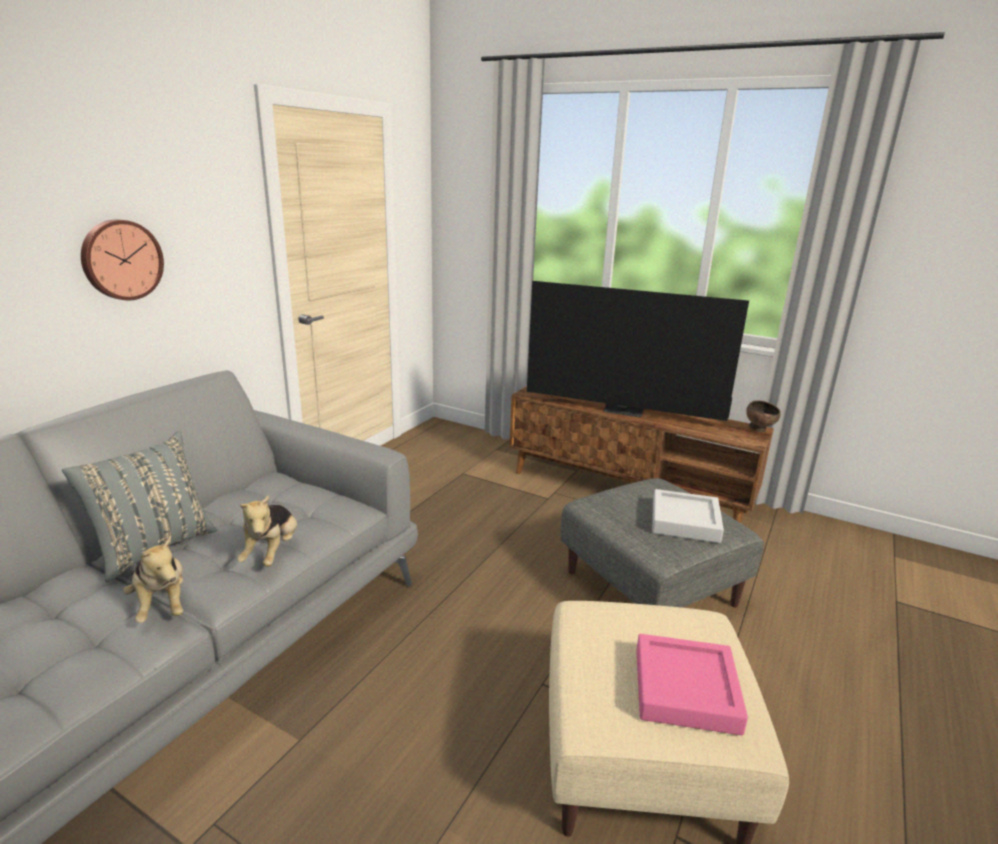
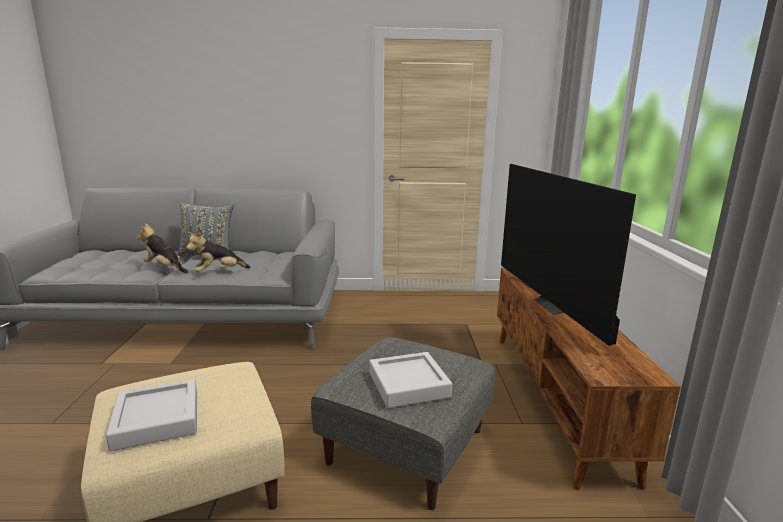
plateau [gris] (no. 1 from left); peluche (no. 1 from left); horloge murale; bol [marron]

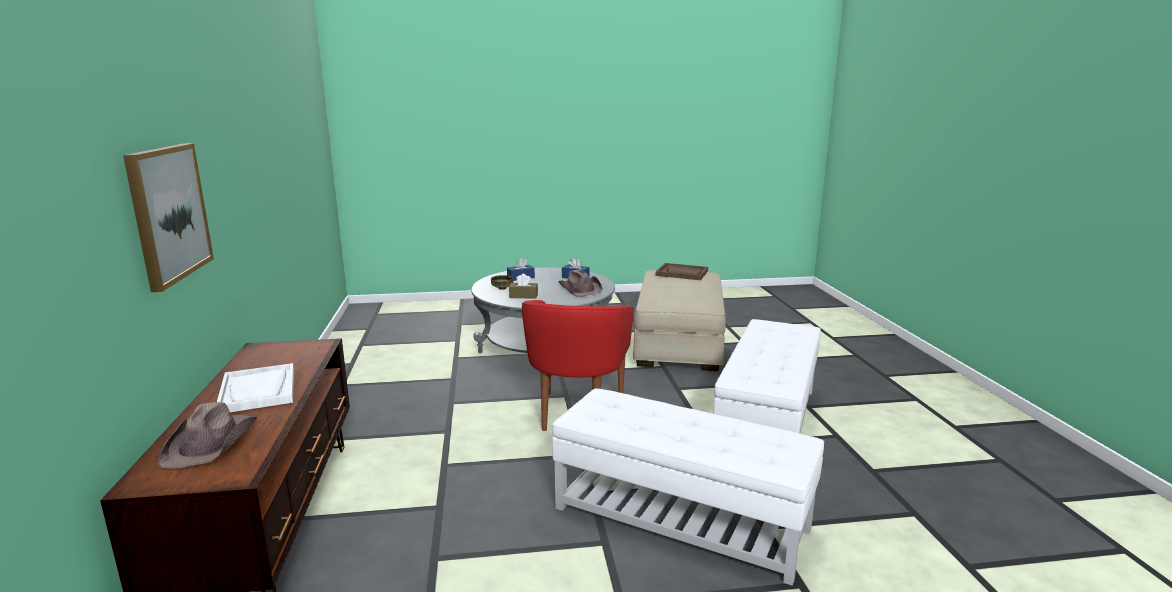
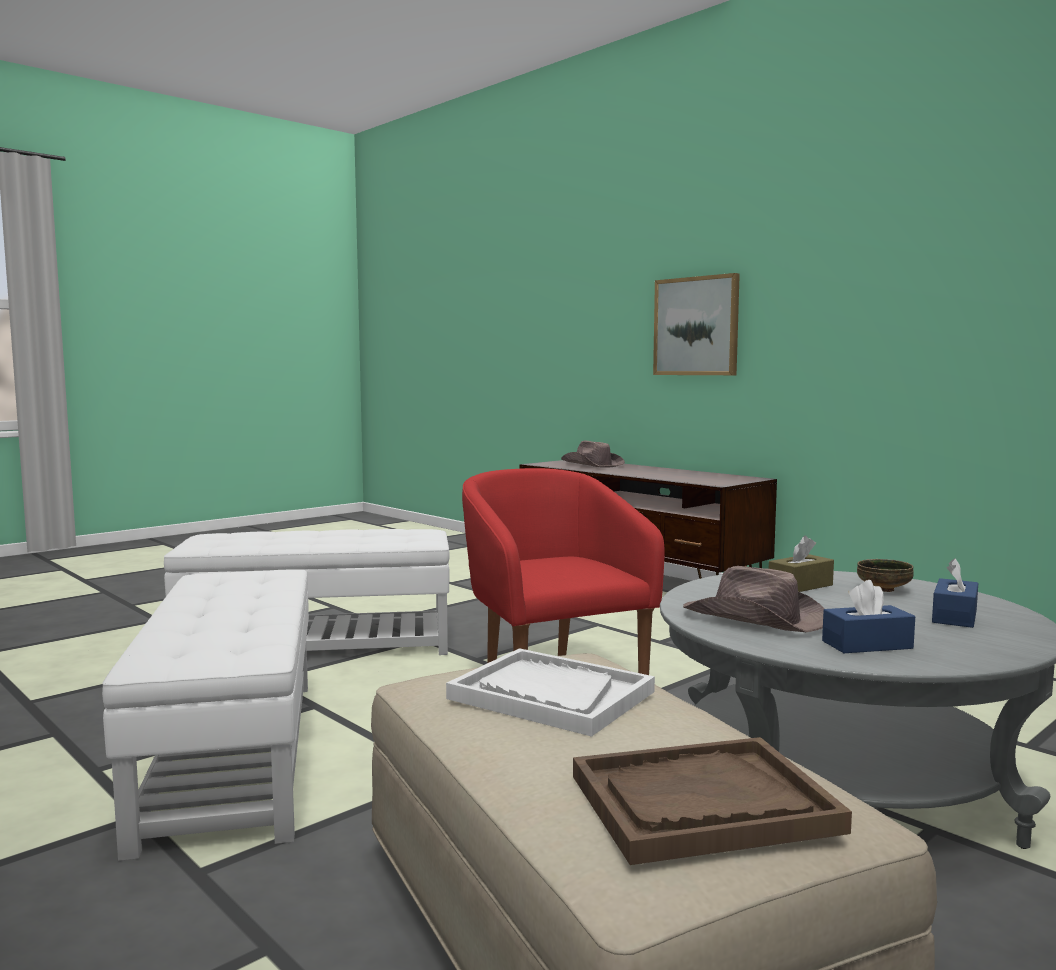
plateau [blanc]

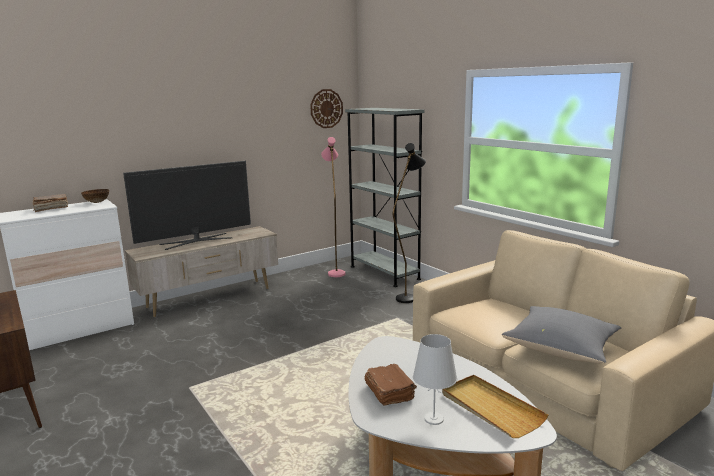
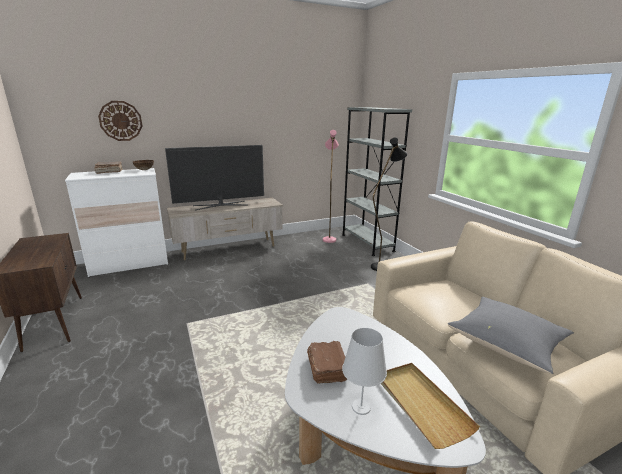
horloge murale

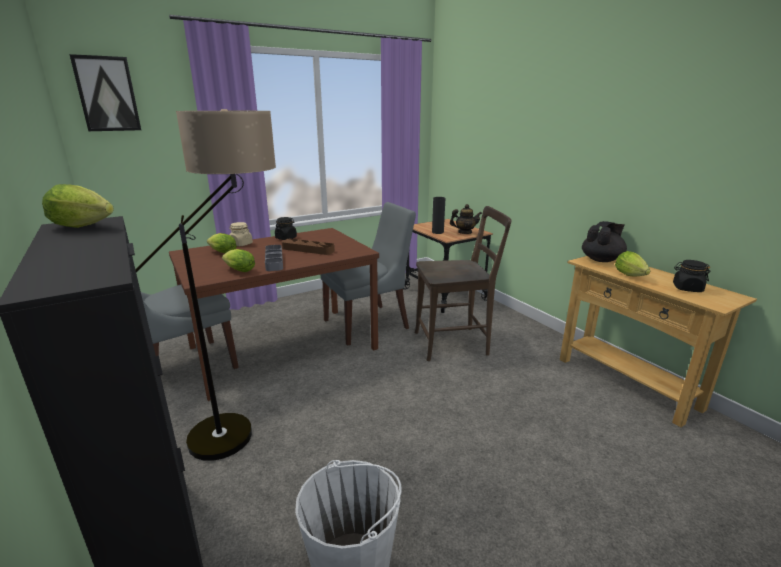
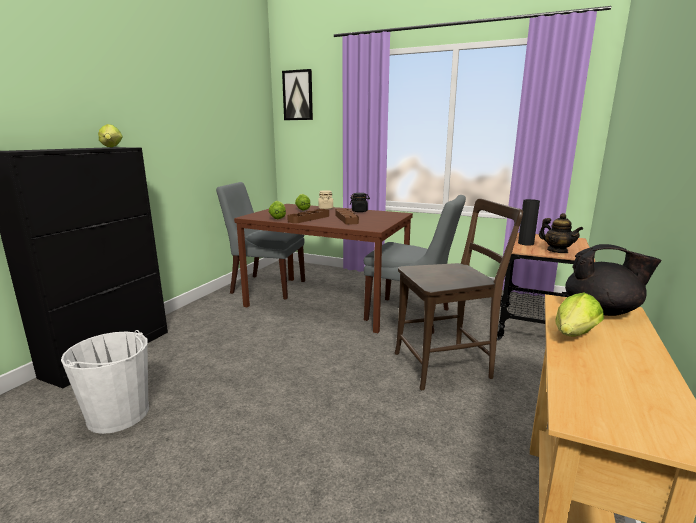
plateau [marron] (no. 1 from left); chaise [marron]; lampadaire; bocal [noir] (no. 2 from left in the first image)

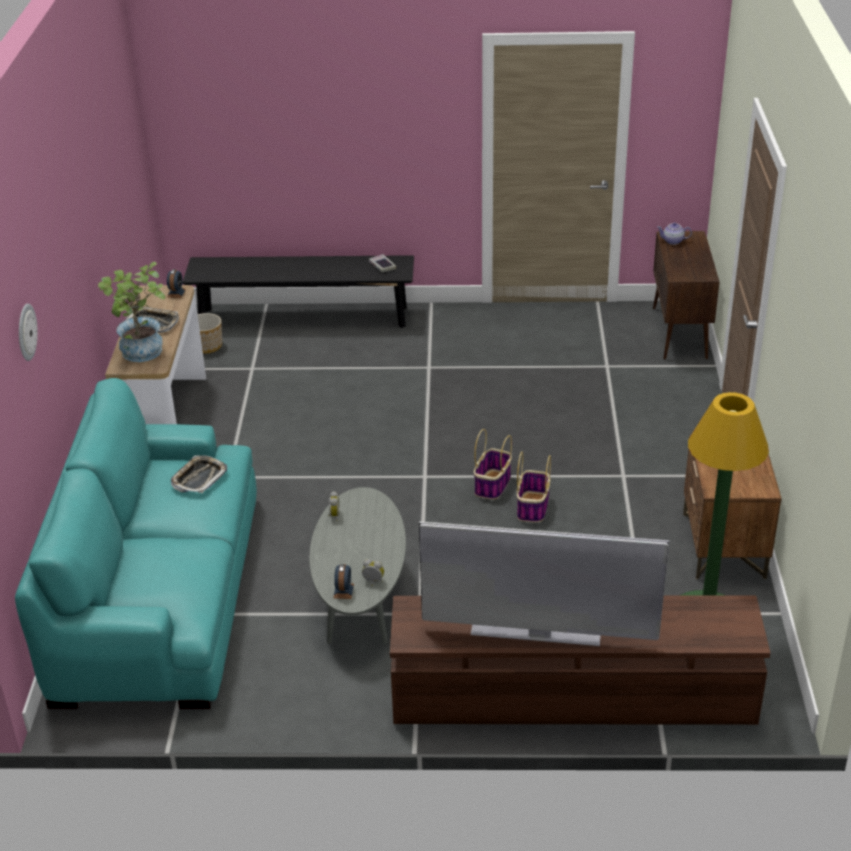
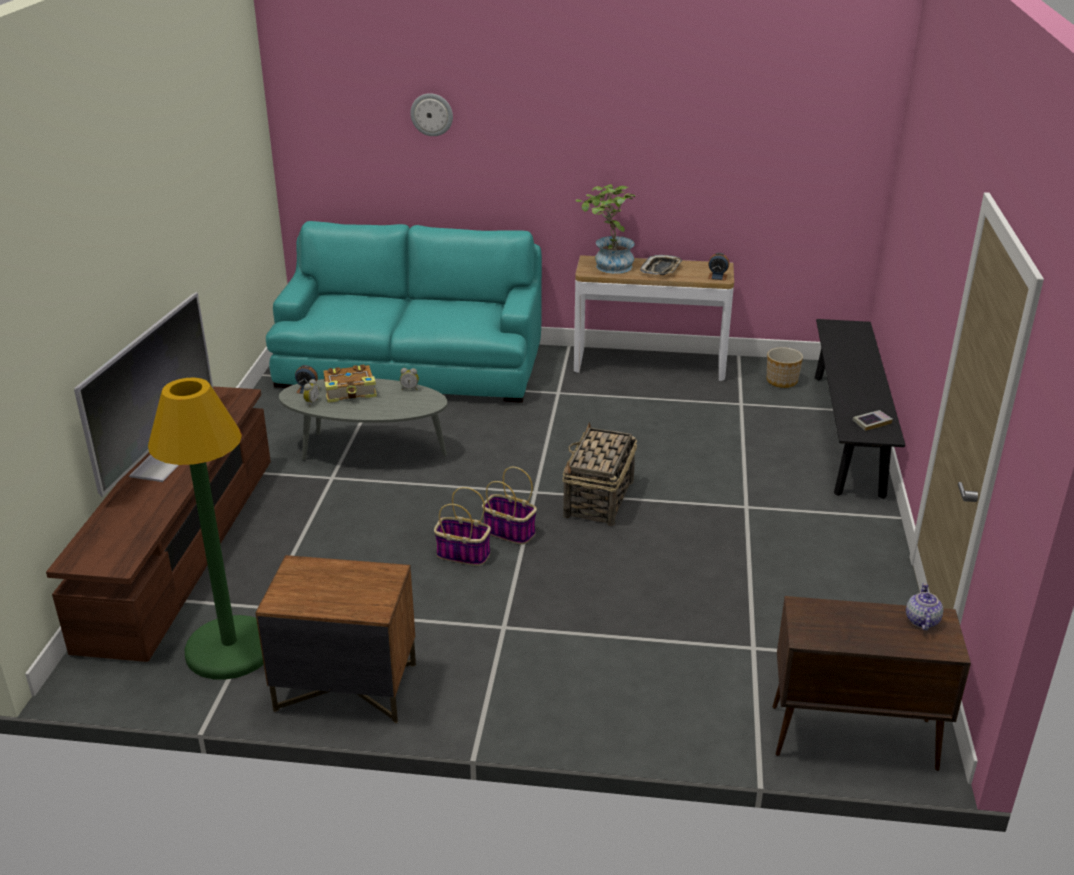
livre (no. 1 from left); panier (no. 3 from left); plateau (no. 2 from left in the first image)

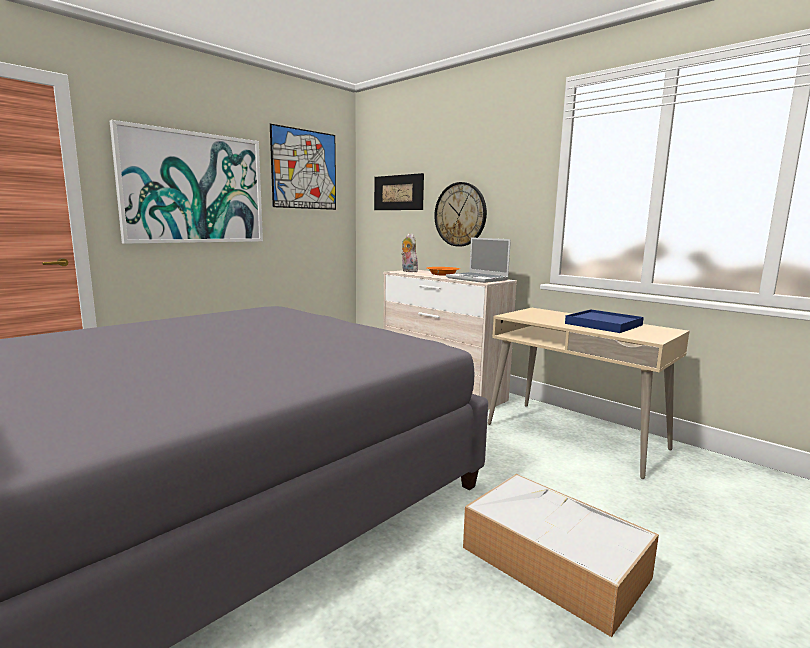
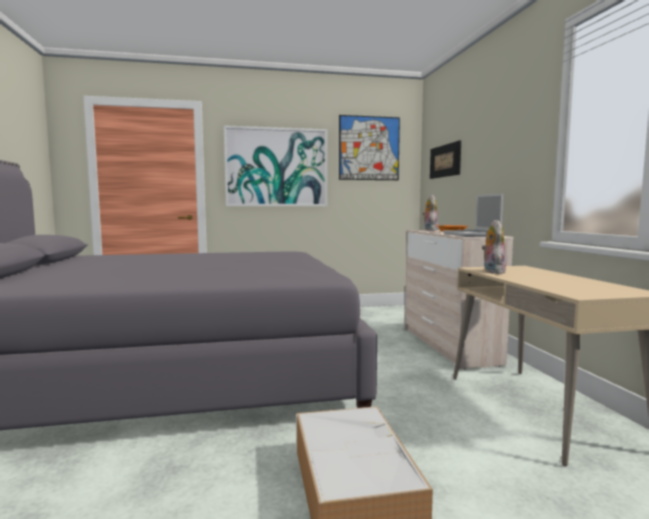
peluche (no. 2 from left); horloge murale; plateau [bleu]

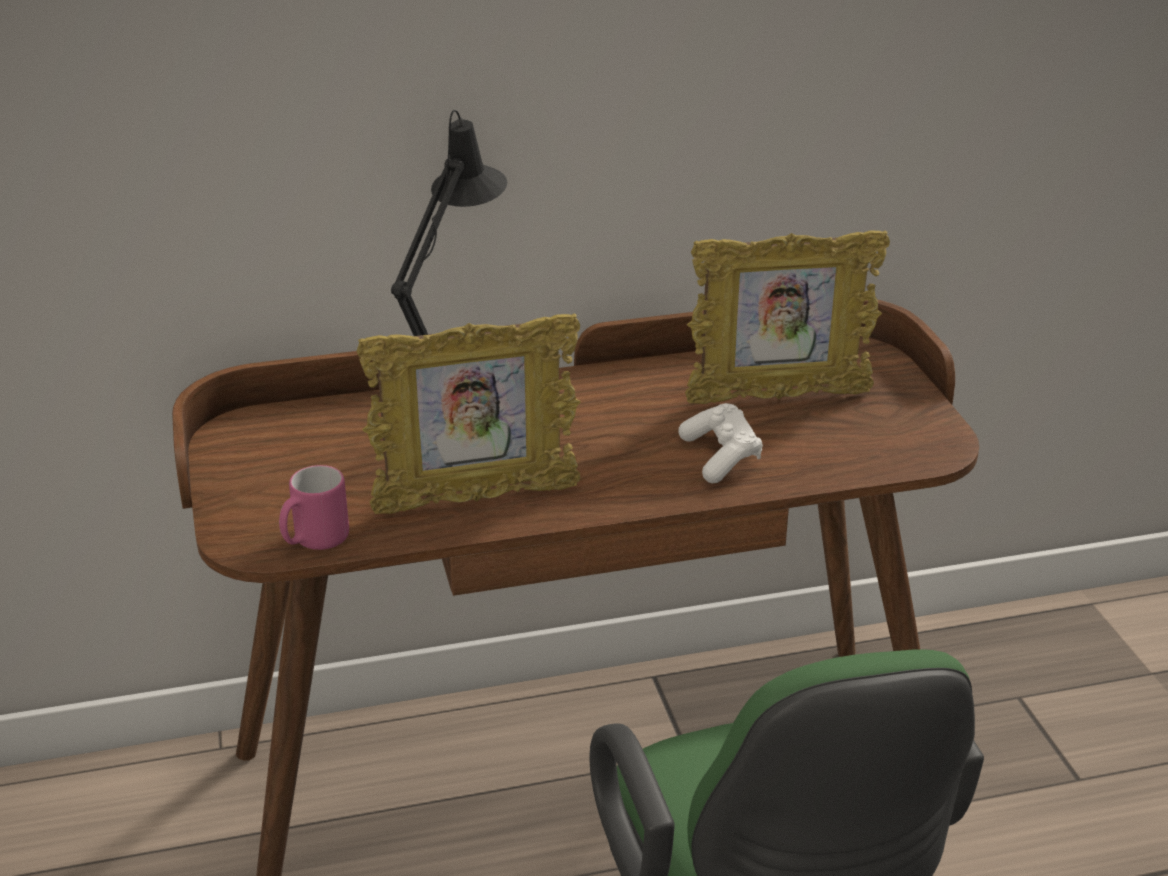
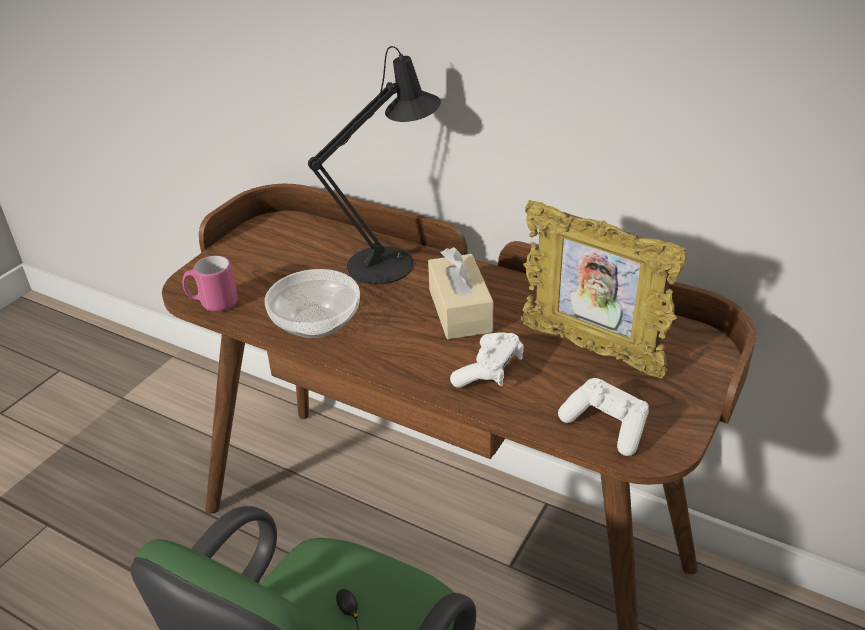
bol; boîte à mouchoirs [beige]; manette [blanc] (no. 2 from left)

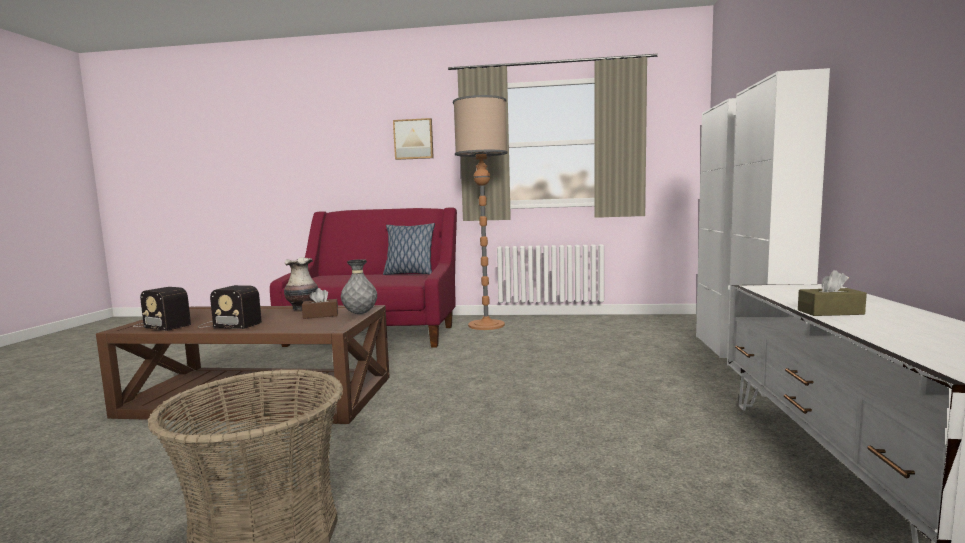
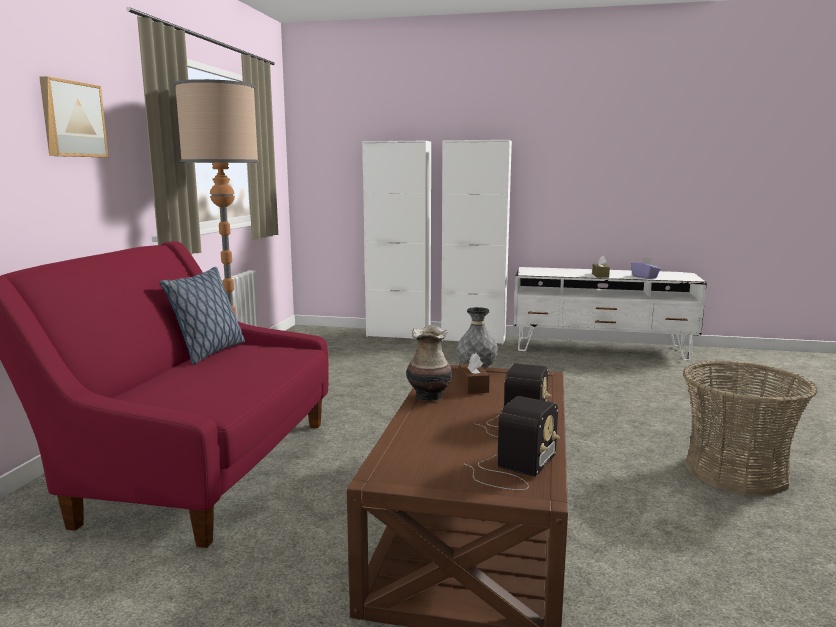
boîte à mouchoirs [violet]

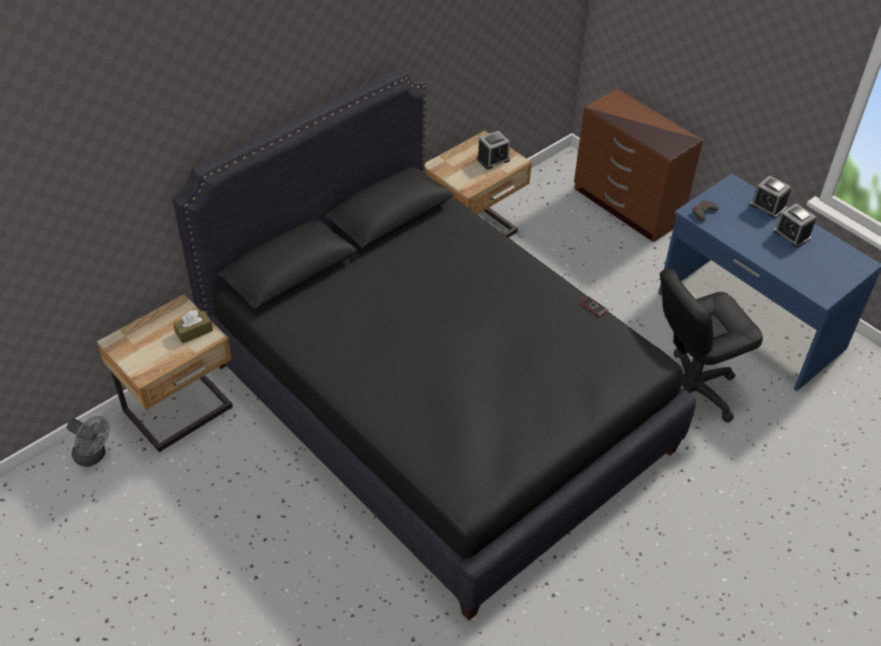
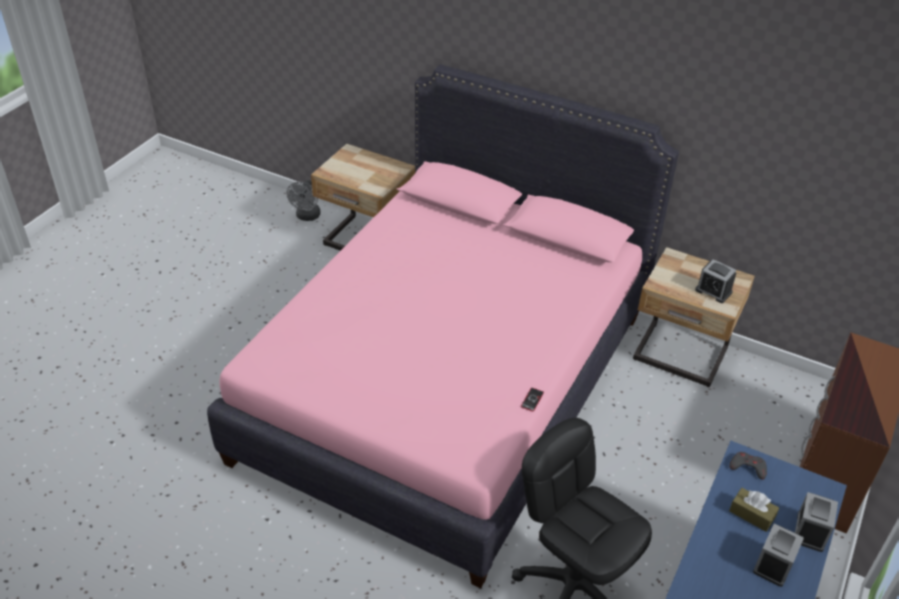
lit [rose]; boîte à mouchoirs [marron]

